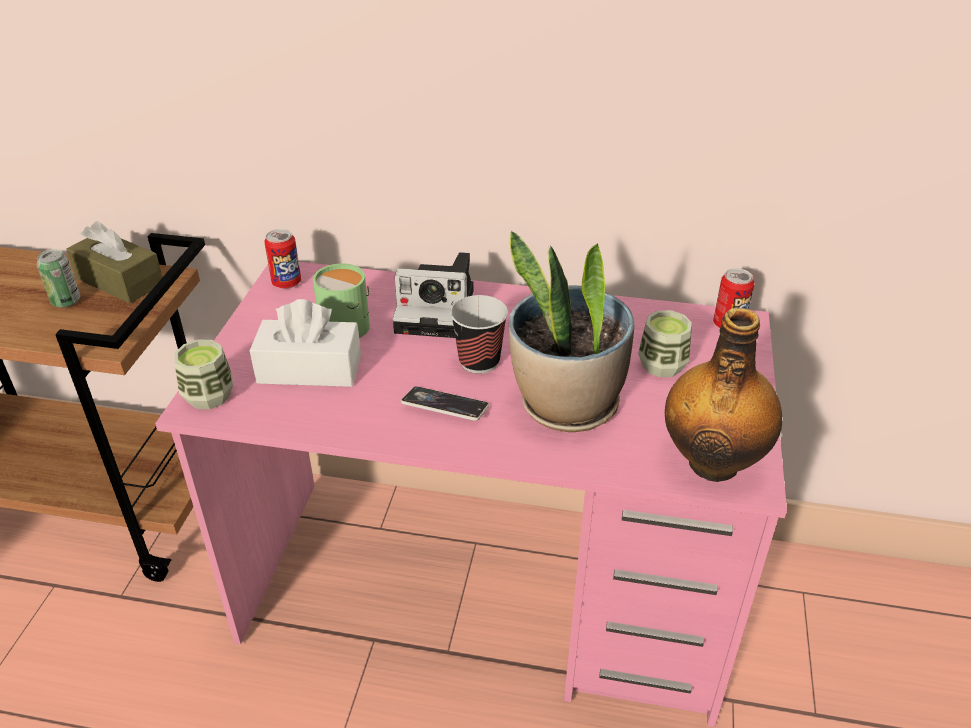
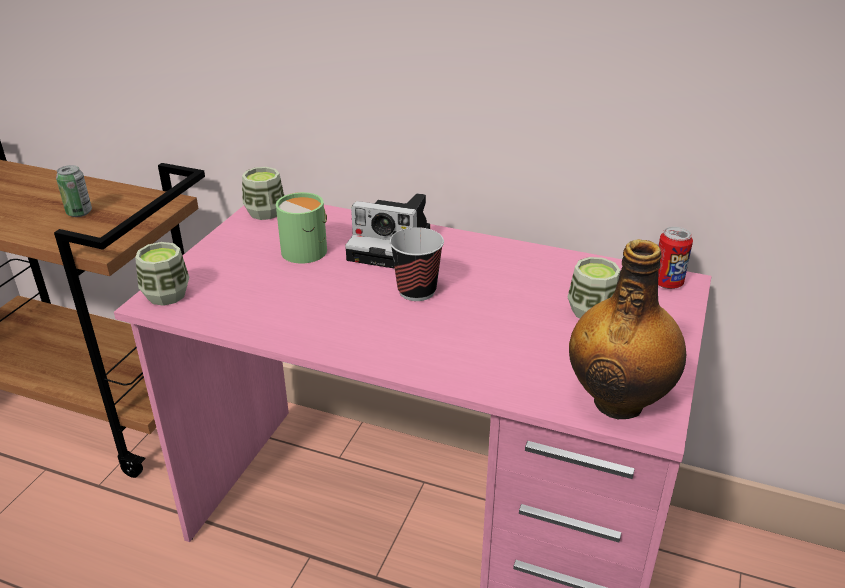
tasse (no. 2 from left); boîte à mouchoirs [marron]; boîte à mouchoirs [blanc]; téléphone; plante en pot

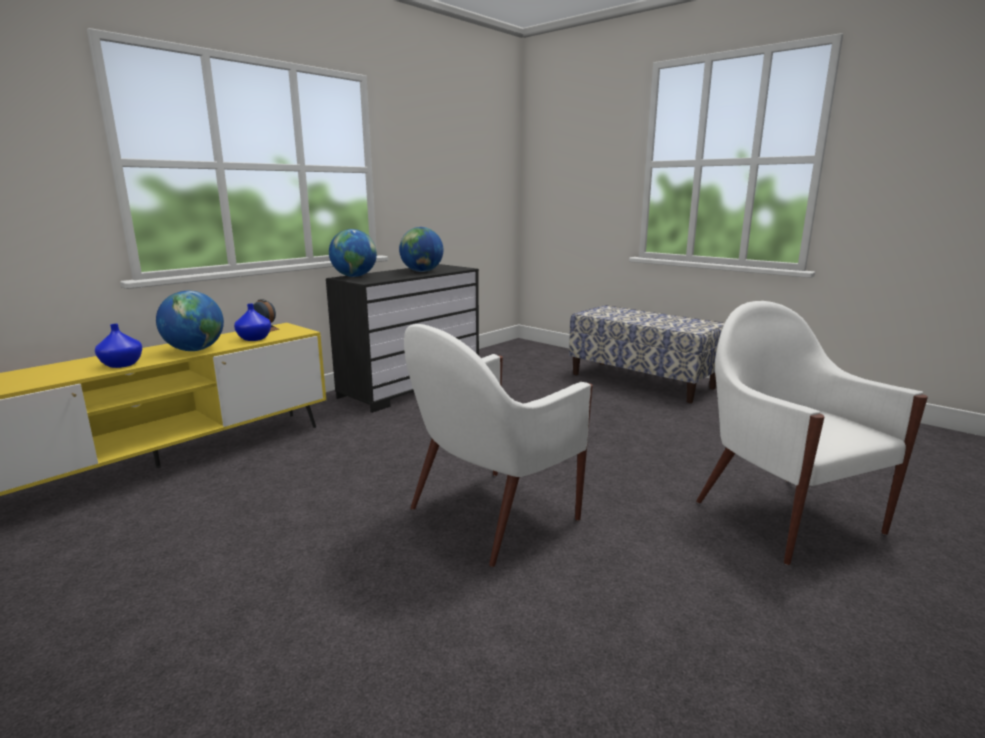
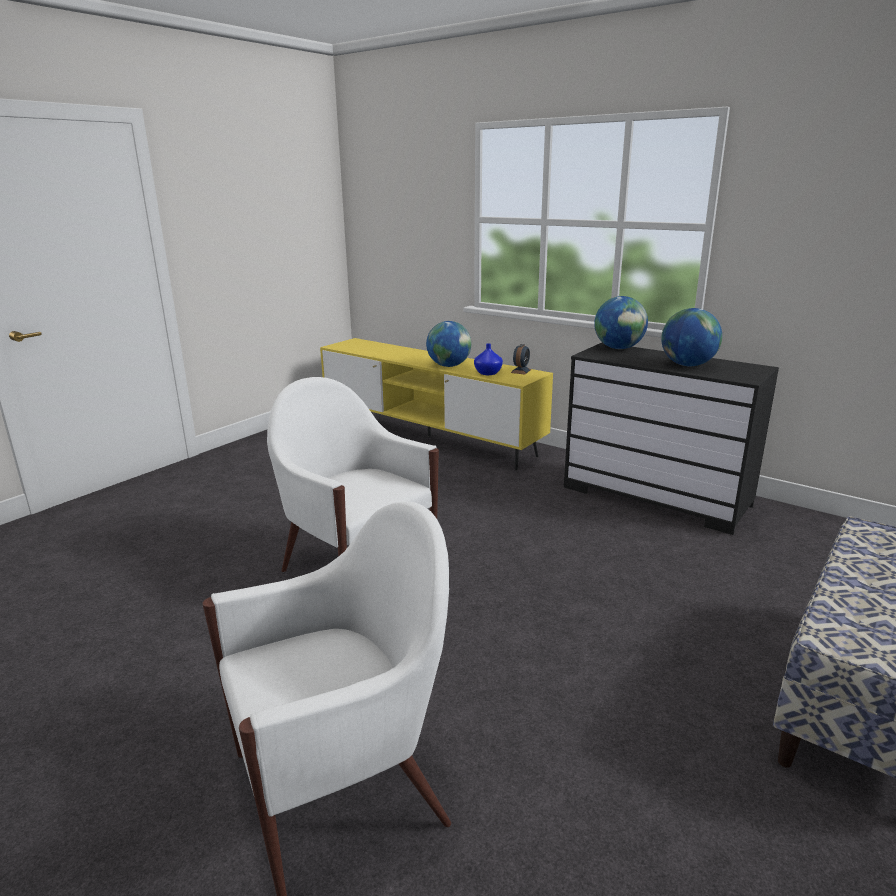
vase [bleu] (no. 1 from left in the first image)

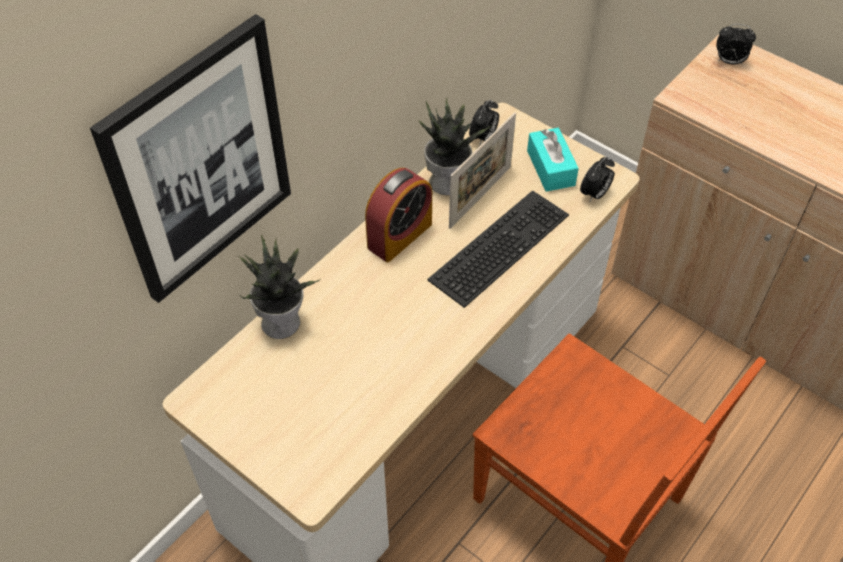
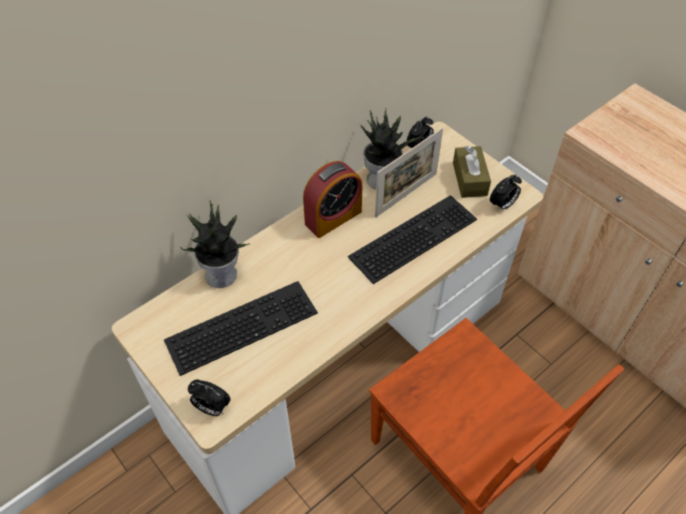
clavier (no. 1 from left); réveil (no. 1 from left); boîte à mouchoirs [marron]; tableau

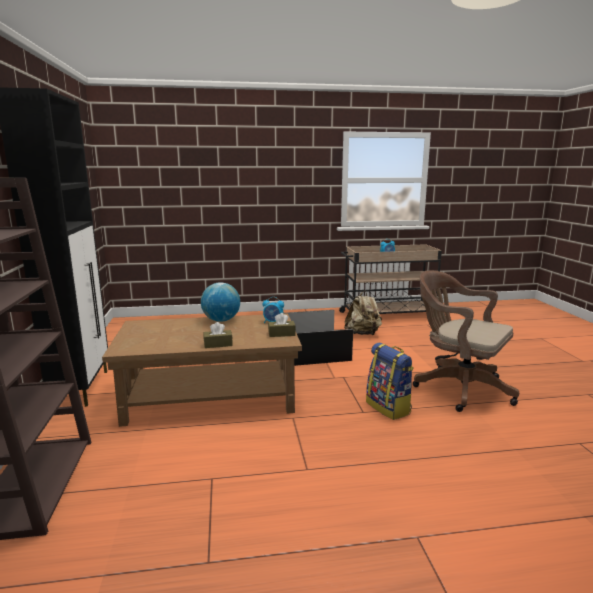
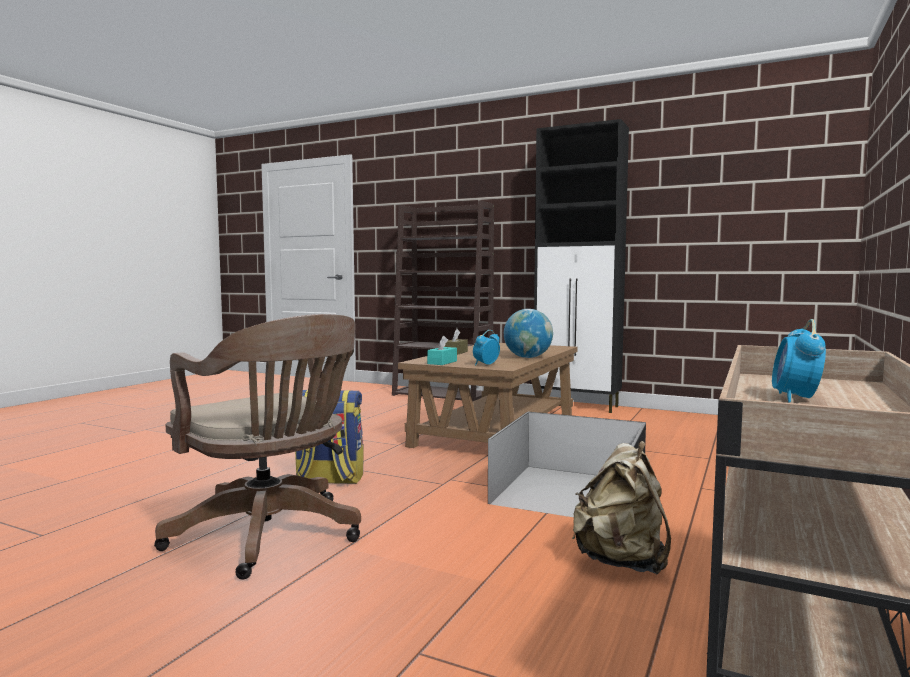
chaise de bureau [marron]; boîte à mouchoirs [turquoise]

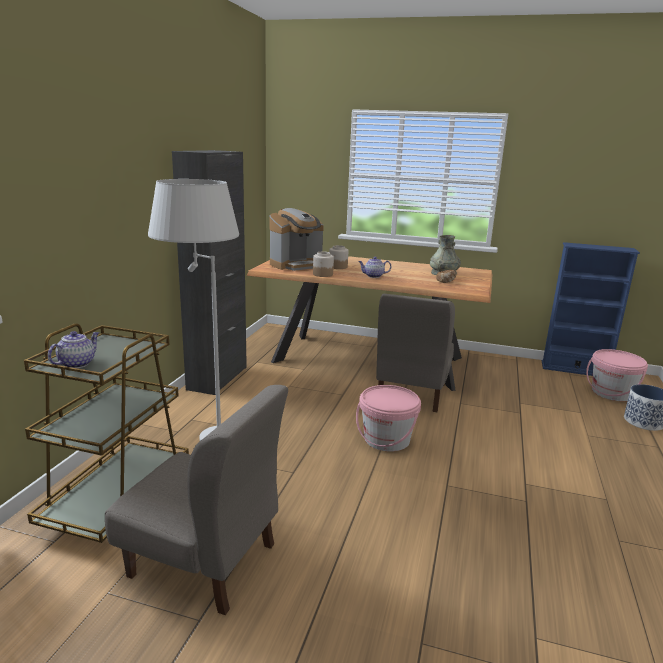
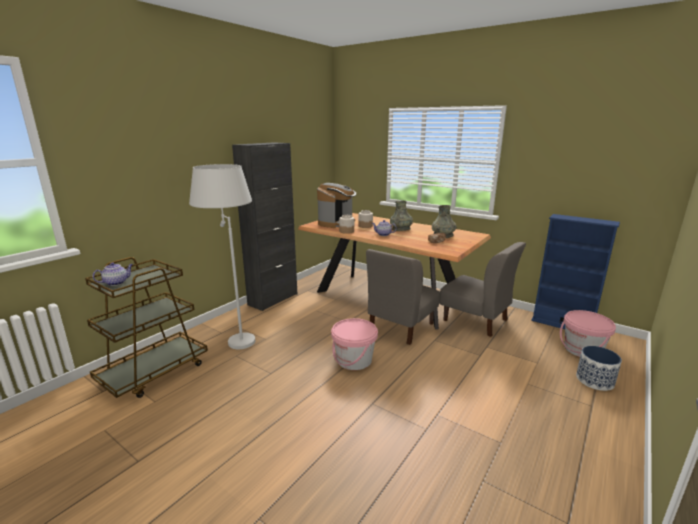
machine à café; vase [gris] (no. 1 from left); chaise [gris] (no. 2 from left)

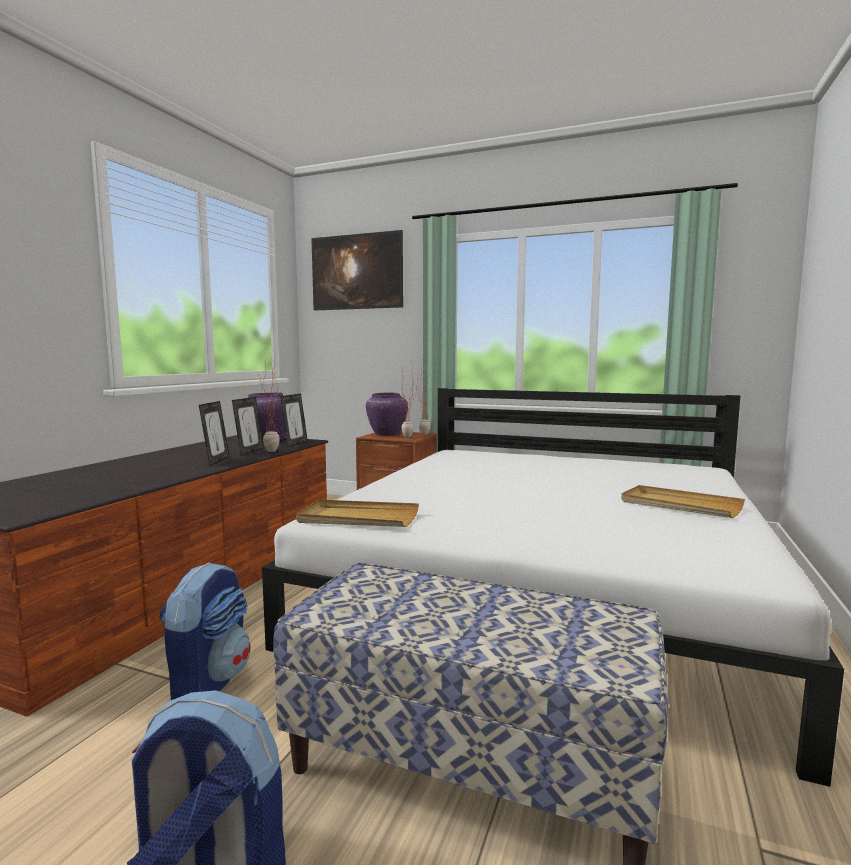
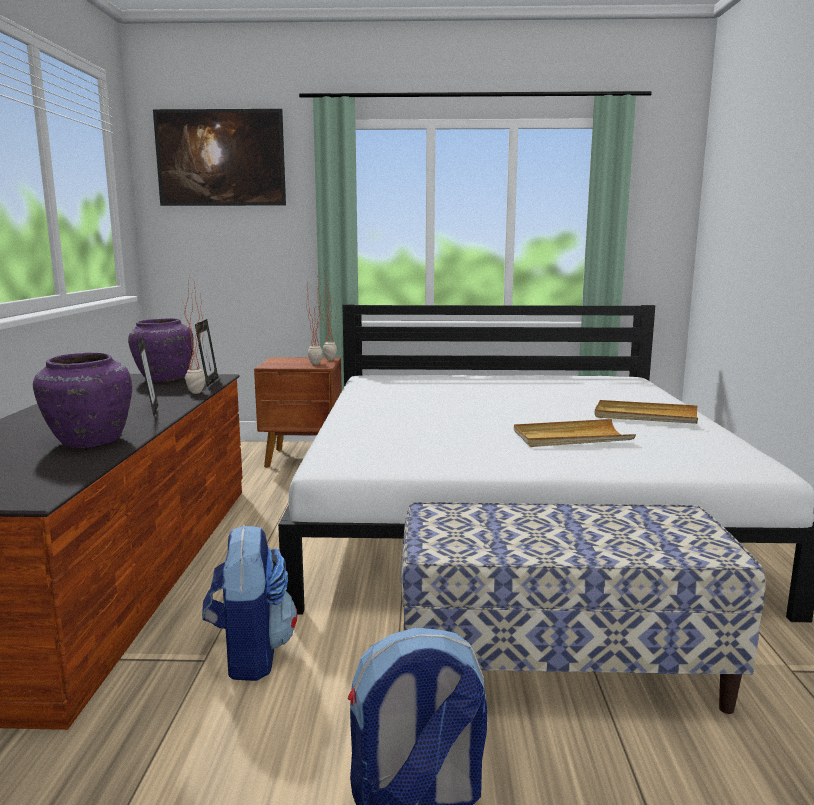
vase [violet] (no. 1 from left); plateau [beige] (no. 1 from left); cadre photo (no. 2 from left in the first image)

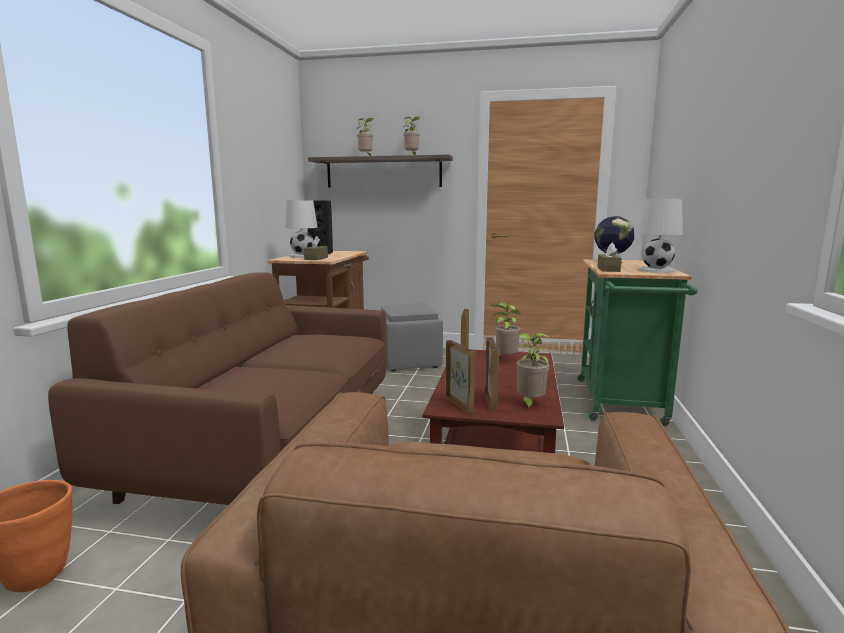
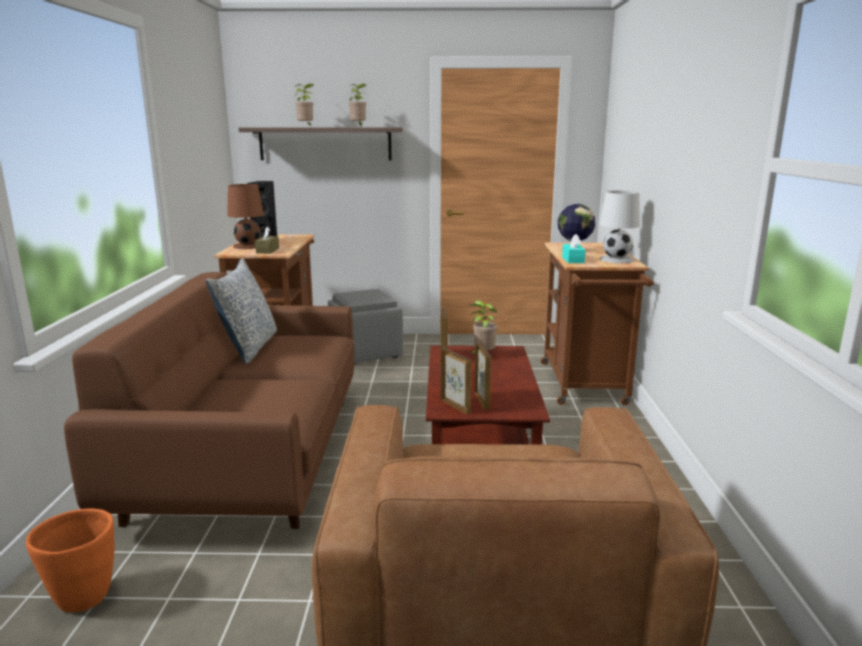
coussin; lampe de table [marron]; chariot [marron] (no. 2 from left); boîte à mouchoirs [turquoise]; plante en pot (no. 4 from left in the first image)

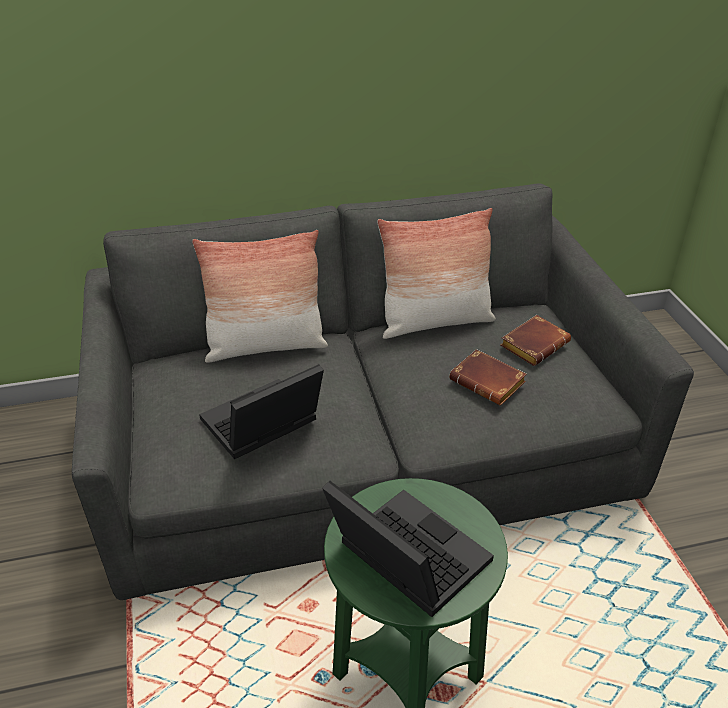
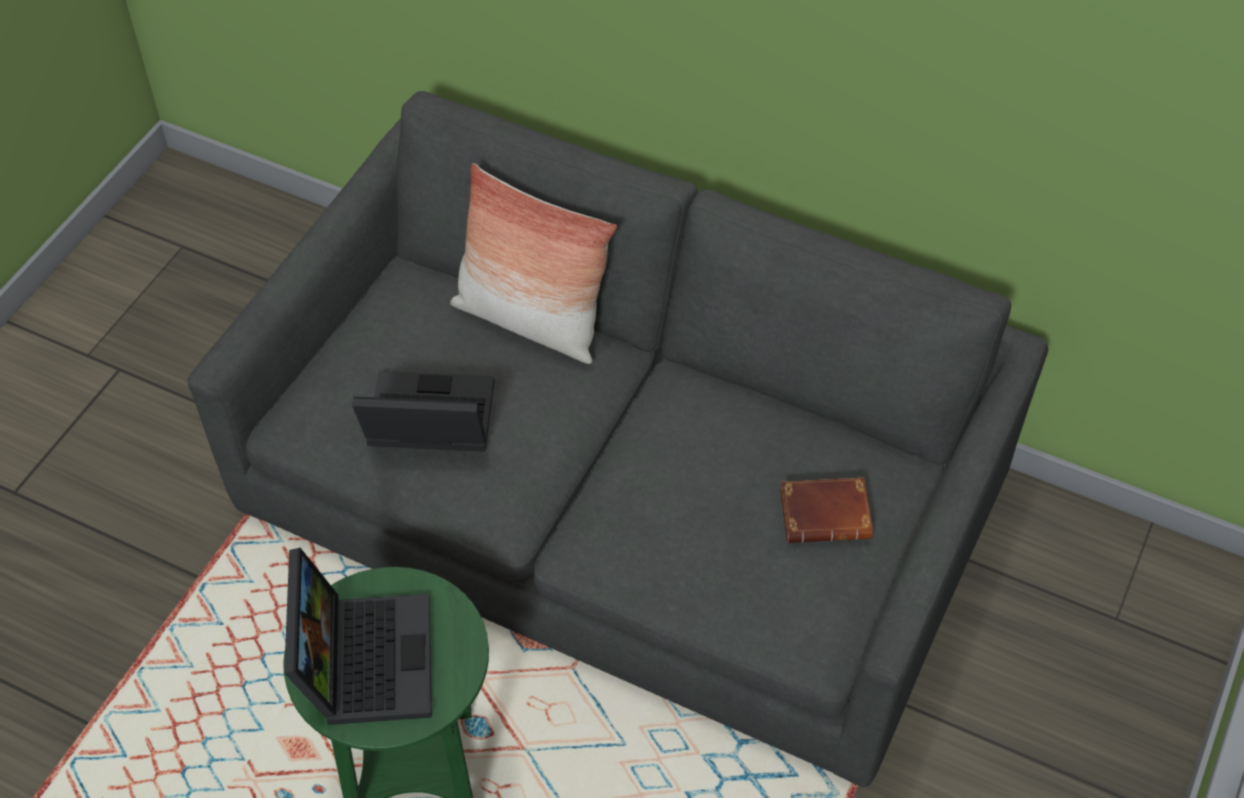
coussin (no. 2 from left in the first image); livre [marron] (no. 1 from left in the first image)

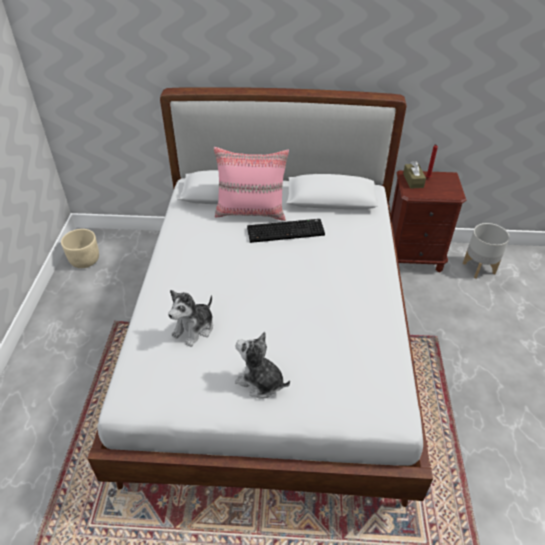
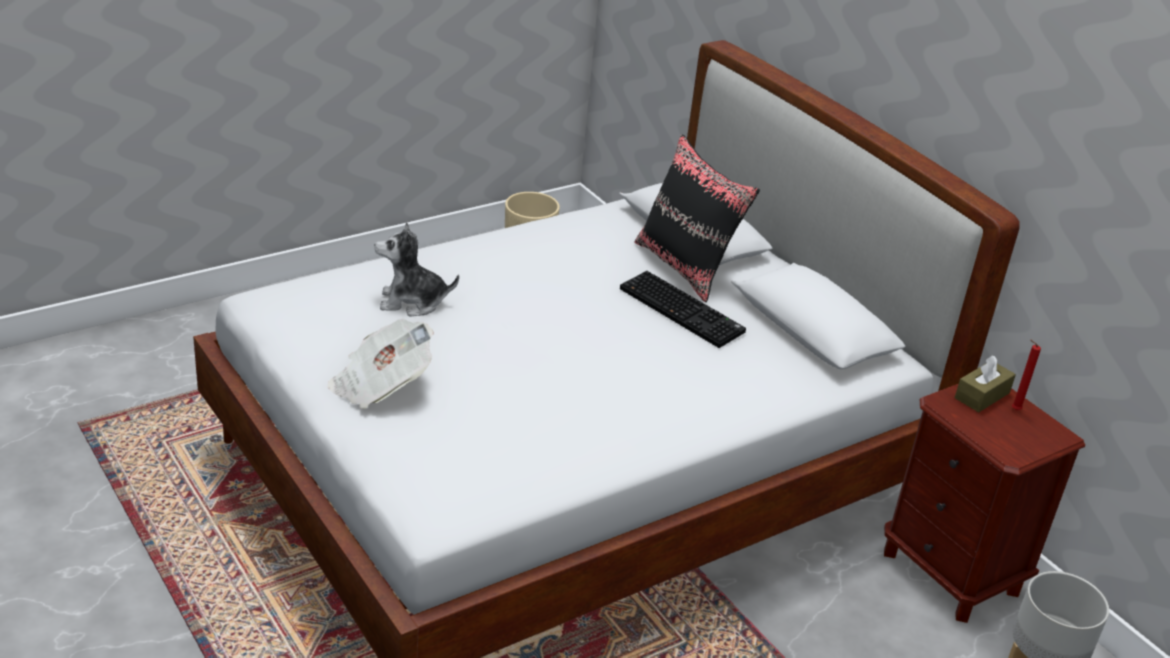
journal; coussin [noir]

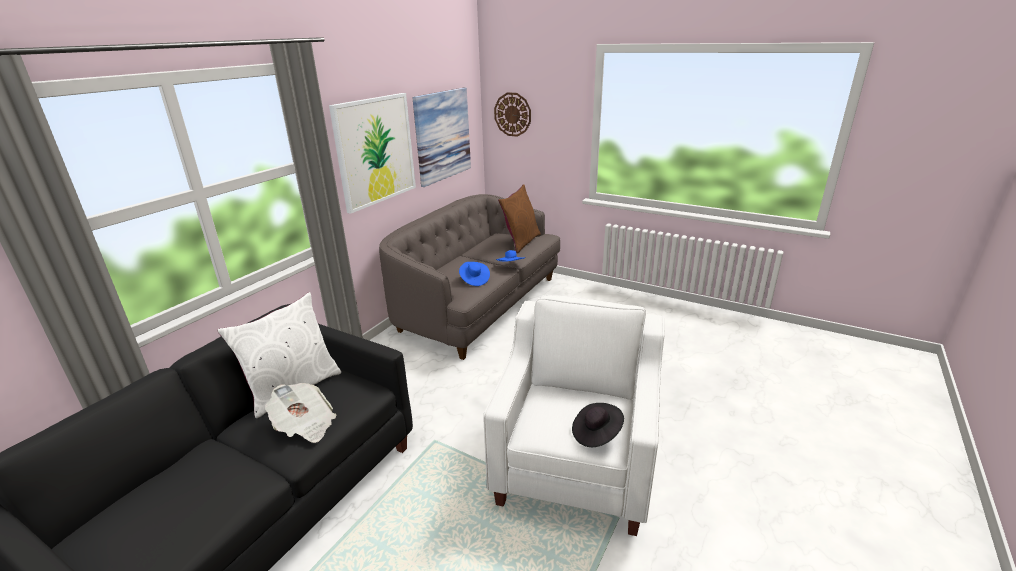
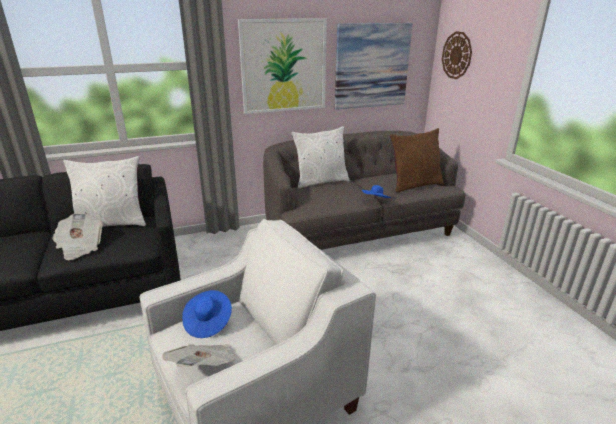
journal (no. 2 from left); chapeau [bleu] (no. 1 from left); coussin [blanc] (no. 2 from left)

